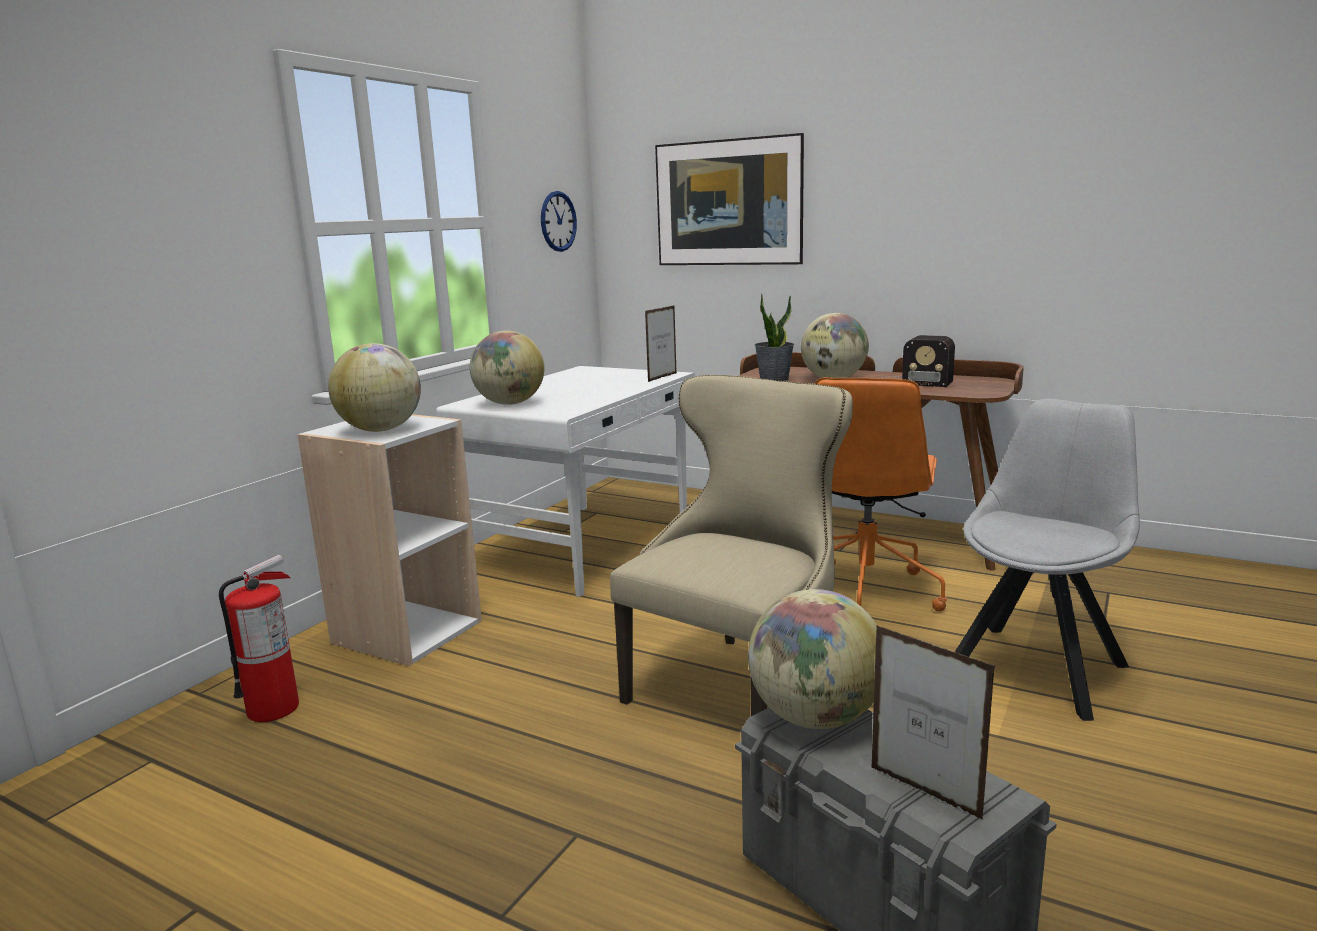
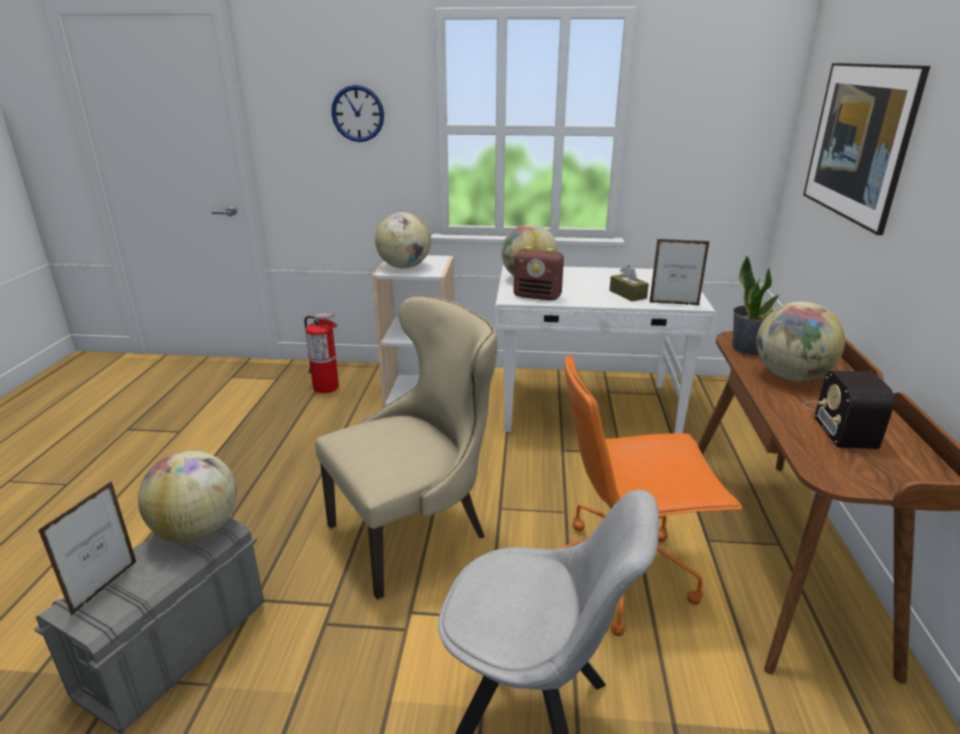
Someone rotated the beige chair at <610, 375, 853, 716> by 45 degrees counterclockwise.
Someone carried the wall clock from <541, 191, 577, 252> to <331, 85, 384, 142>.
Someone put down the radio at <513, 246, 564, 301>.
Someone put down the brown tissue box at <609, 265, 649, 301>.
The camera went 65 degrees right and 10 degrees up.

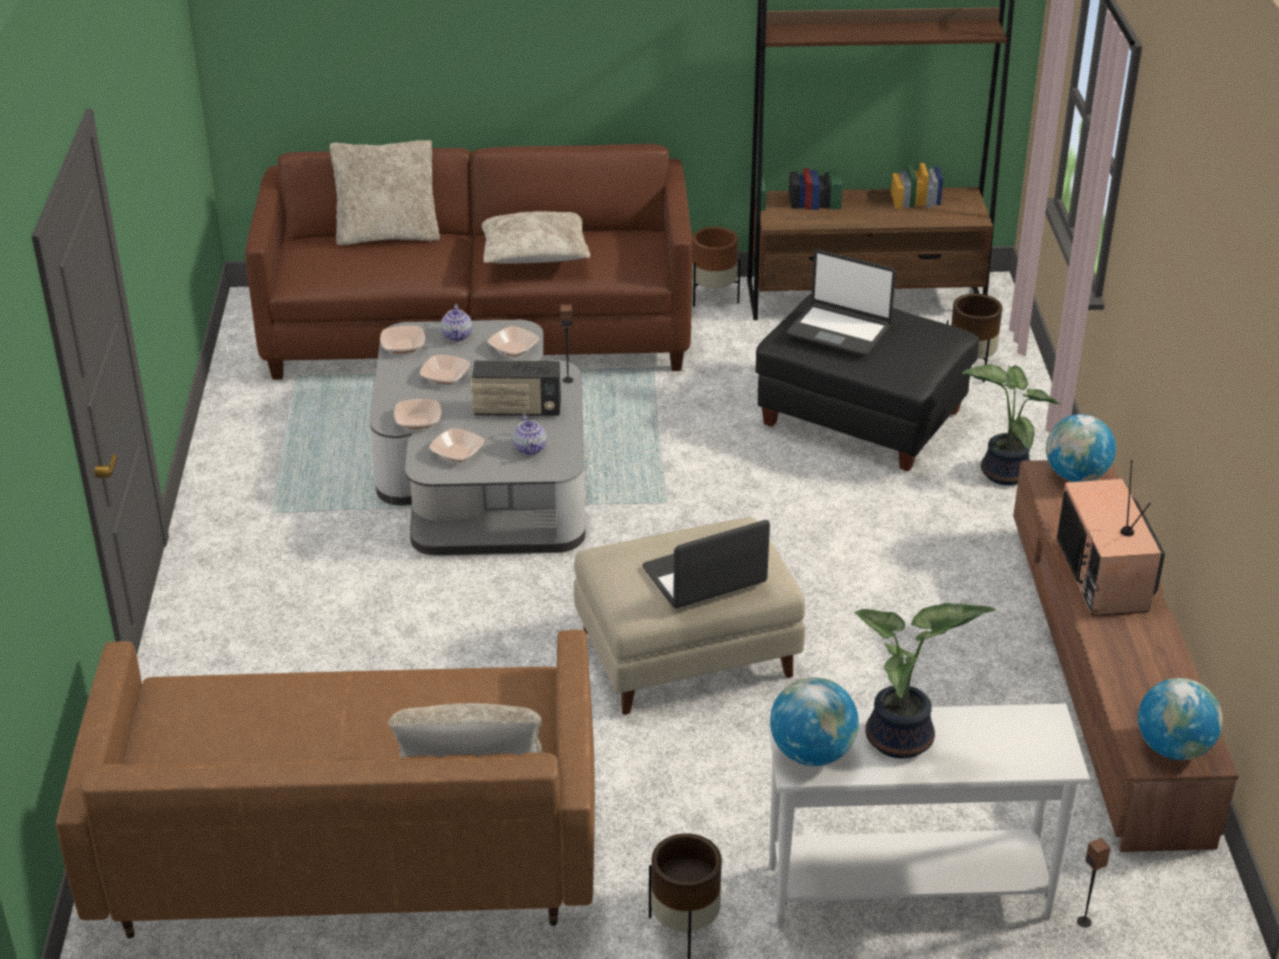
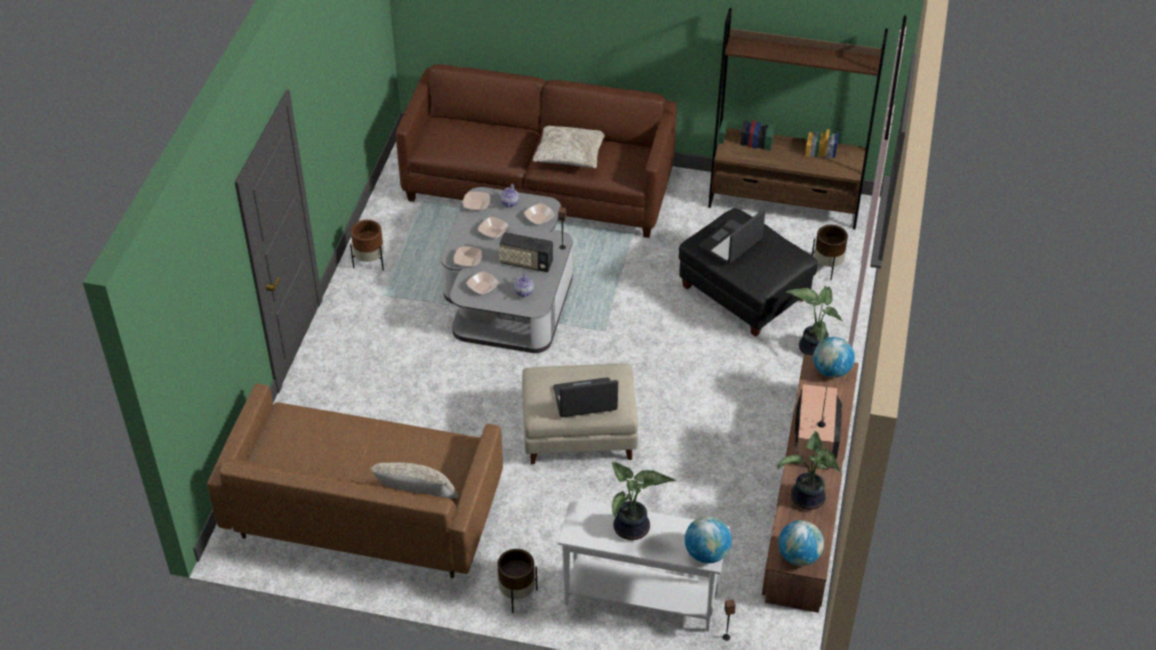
Someone carried the brown planter from <692, 227, 741, 307> to <350, 220, 384, 271>.
Someone carried the globe from <770, 677, 859, 766> to <685, 516, 732, 563>.
Someone rotated the laptop at <787, 250, 896, 356> by 90 degrees clockwise.
Someone put down the potted plant at <777, 431, 840, 510>.
Someone took away the beige pillow at <330, 140, 440, 245>.
The camera went 15 degrees right and 10 degrees up.

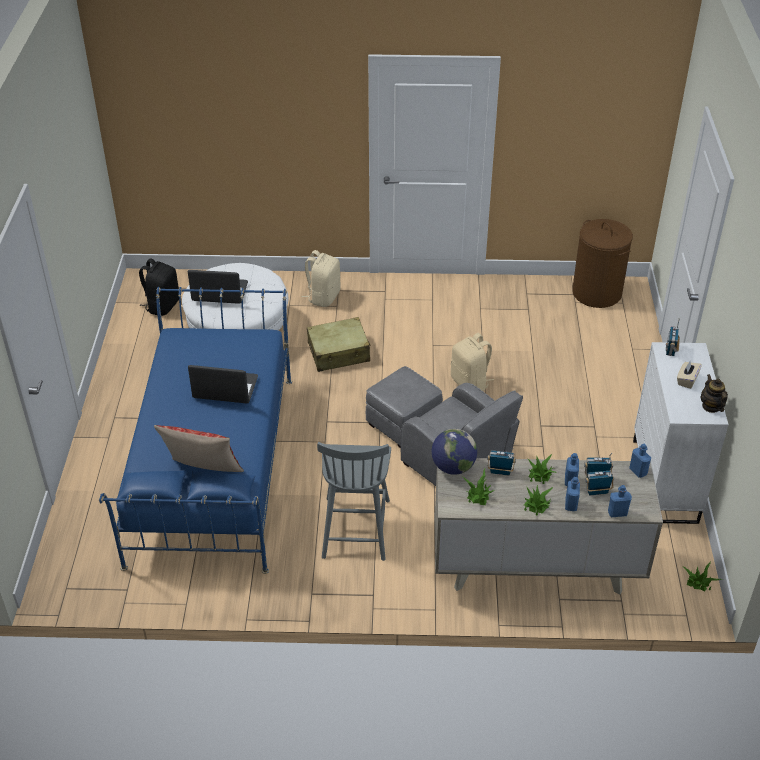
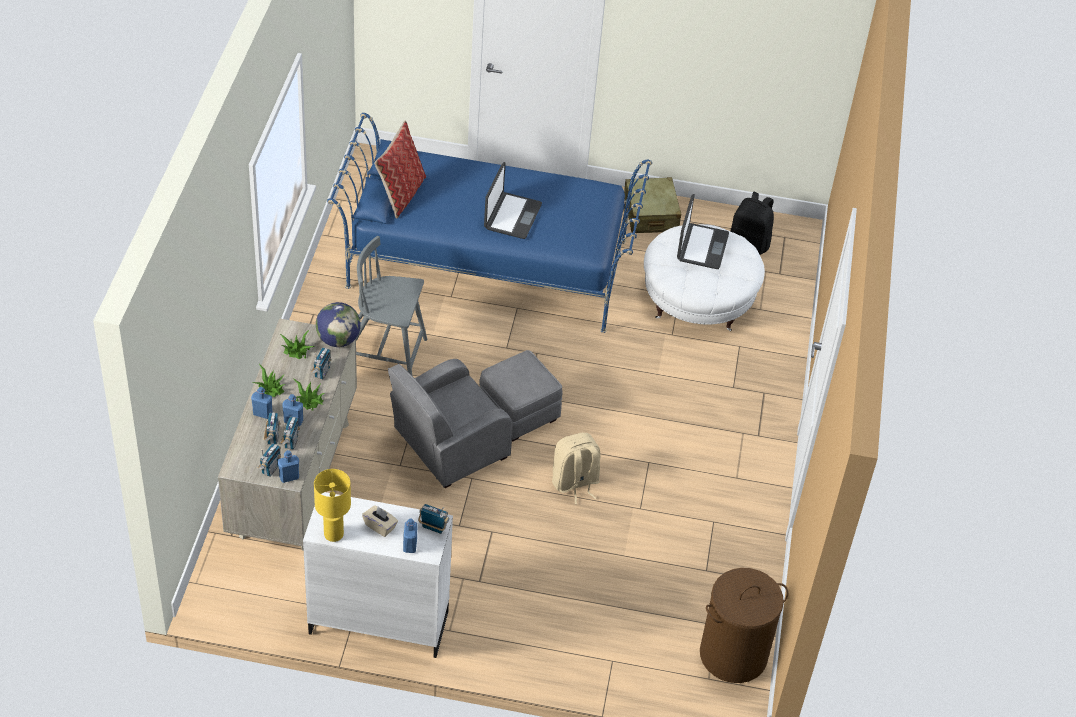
Someone put down the radio at <258, 443, 281, 477>.
Someone swapped the teapot at <700, 374, 728, 413> for the yellow table lamp at <314, 469, 351, 542>.
Someone carried the blue bottle from <608, 485, 632, 517> to <403, 518, 418, 553>.
Someone carried the beige suitcase from <307, 317, 371, 372> to <624, 177, 681, 233>.
Someone took away the beige backpack at <301, 250, 340, 307>.
Someone took away the potted plant at <682, 562, 723, 591>.
The camera went 95 degrees right and 5 degrees up.

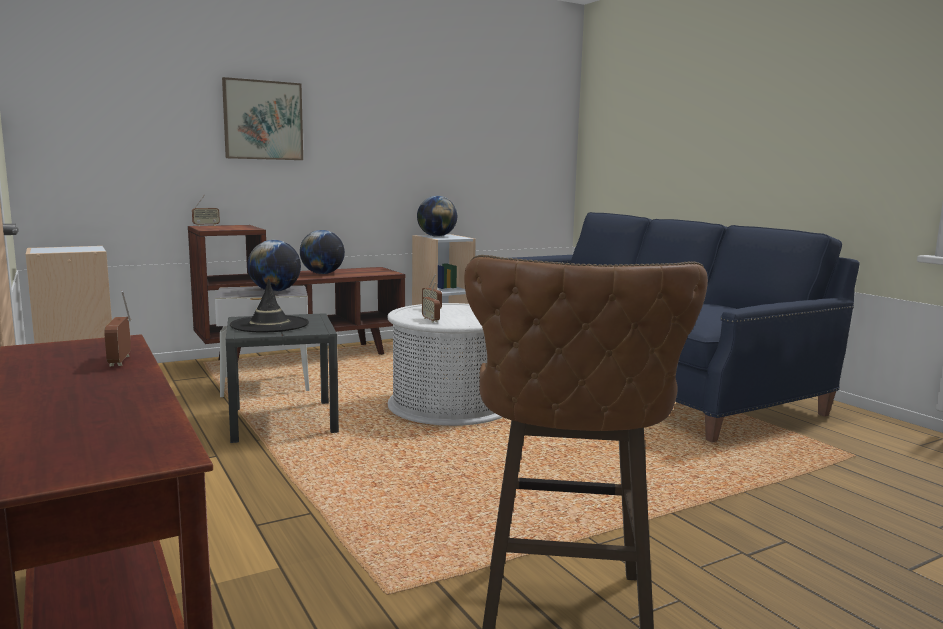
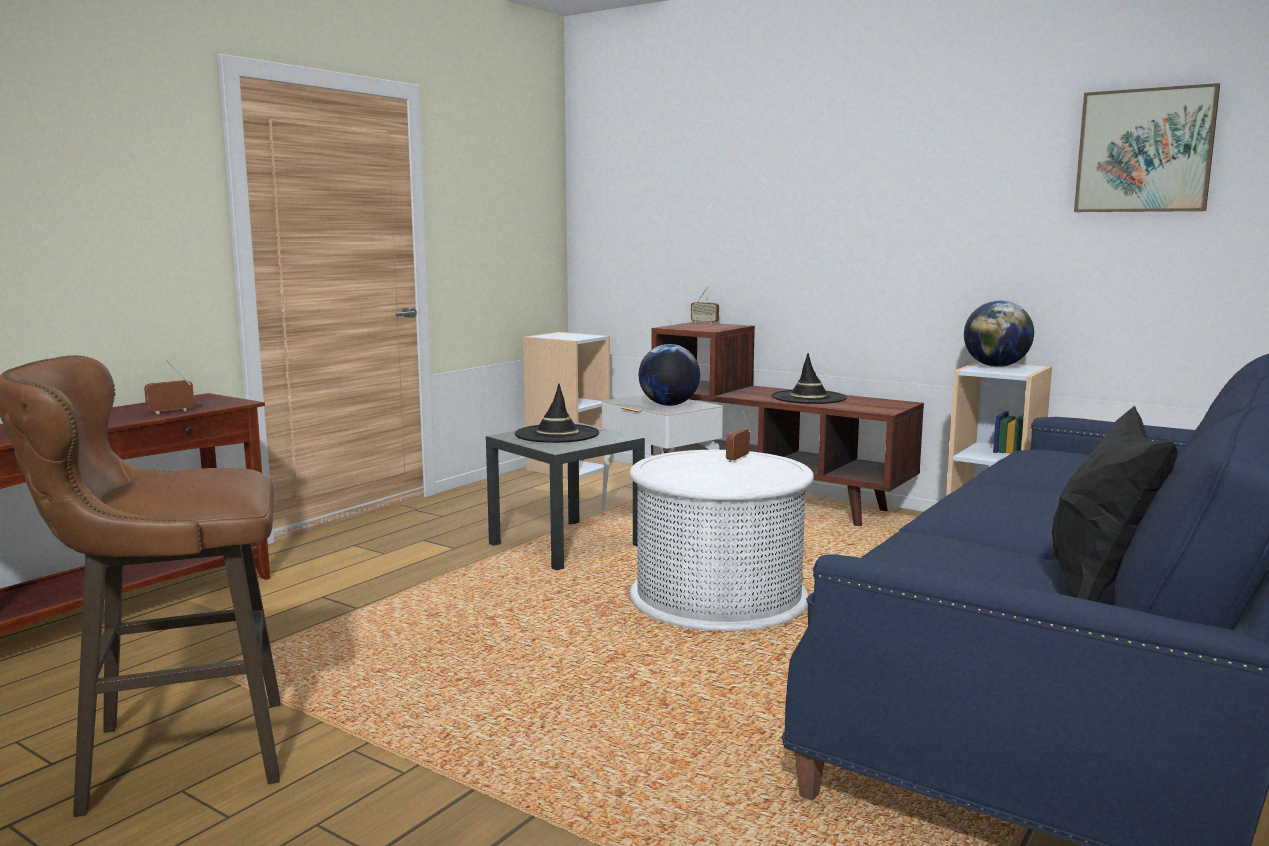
Someone swapped the globe at <300, 230, 345, 274> for the black hat at <771, 353, 847, 404>.
Someone put down the black pillow at <1052, 405, 1178, 602>.
Someone carried the picture from <222, 77, 303, 160> to <1074, 83, 1220, 212>.
Someone took away the radio at <422, 283, 440, 323>.
The camera went 65 degrees right and 0 degrees up.

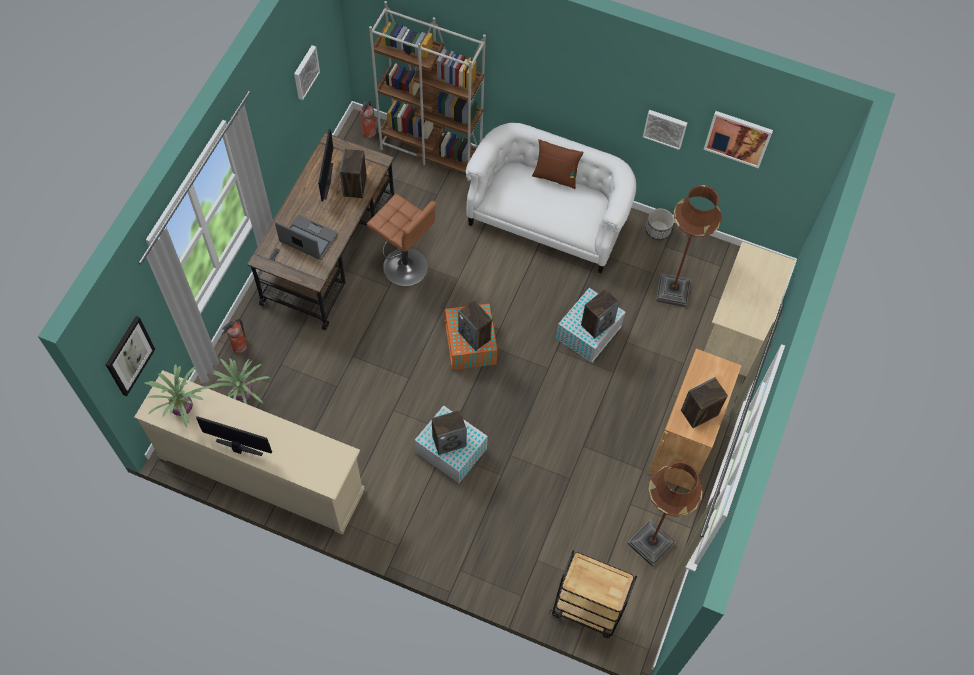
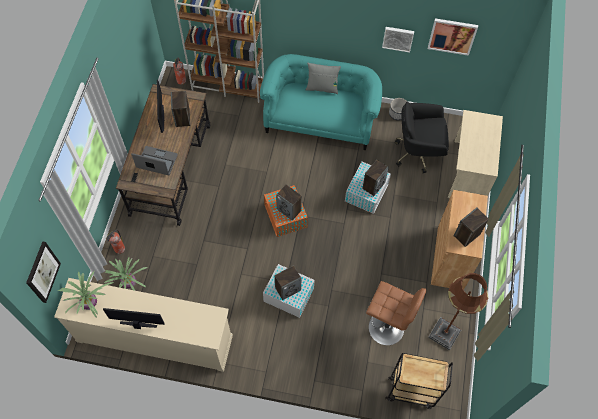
Someone repainted the white sofa at <466, 123, 636, 273>, which became the turquoise sofa at <260, 54, 382, 150>.
Someone repainted the brown pillow at <532, 139, 583, 189>, which became the grey pillow at <306, 63, 341, 94>.
Someone carried the brown stool from <367, 194, 437, 286> to <366, 281, 426, 345>.
Someone swapped the brown floor lamp at <656, 185, 722, 307> for the black office chair at <395, 101, 449, 173>.
Someone took away the picture at <294, 45, 320, 100>.
The camera went 10 degrees left and 0 degrees up.

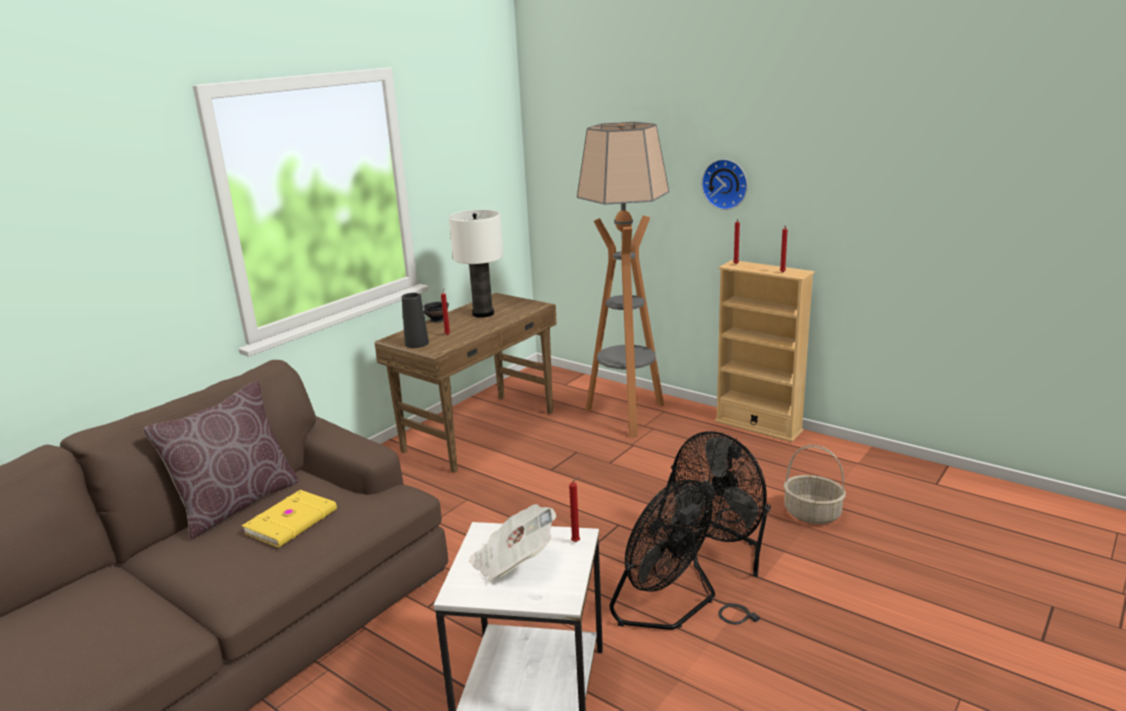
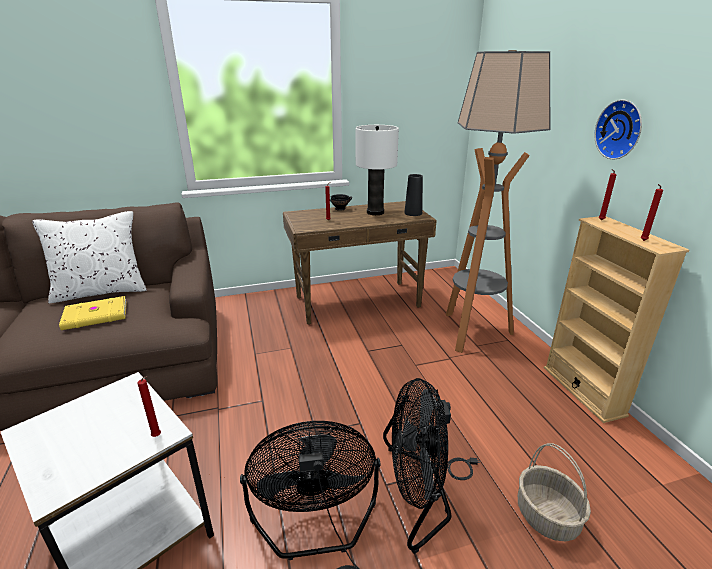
Someone repainted the brown pillow at <143, 381, 299, 540>, which became the white pillow at <32, 211, 147, 304>.
Someone carried the black vase from <402, 293, 429, 348> to <404, 174, 423, 216>.
Someone took away the newspaper at <469, 504, 557, 581>.
The camera went 35 degrees right and 5 degrees up.

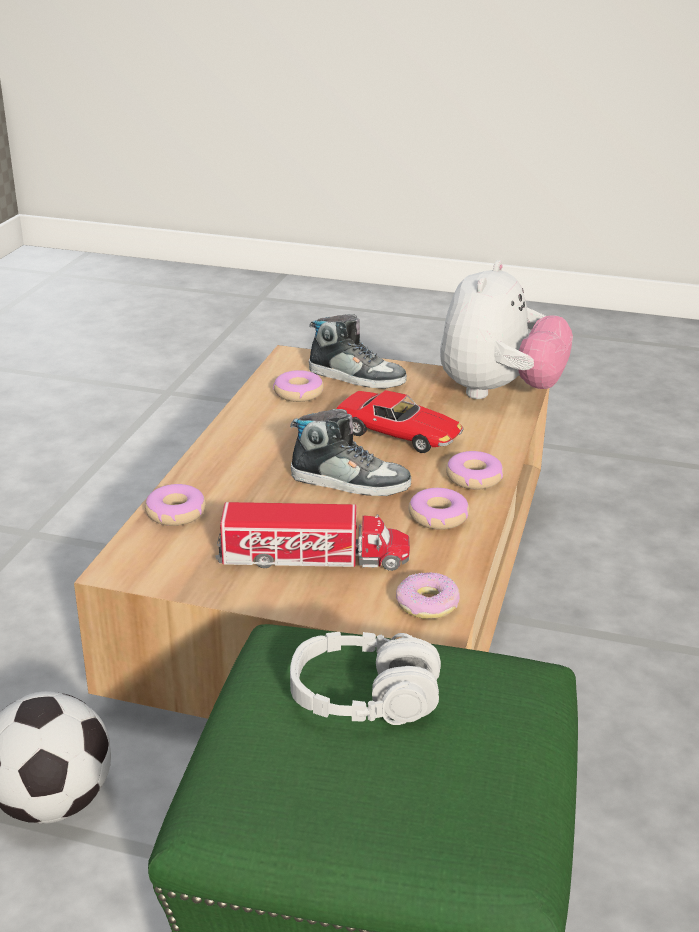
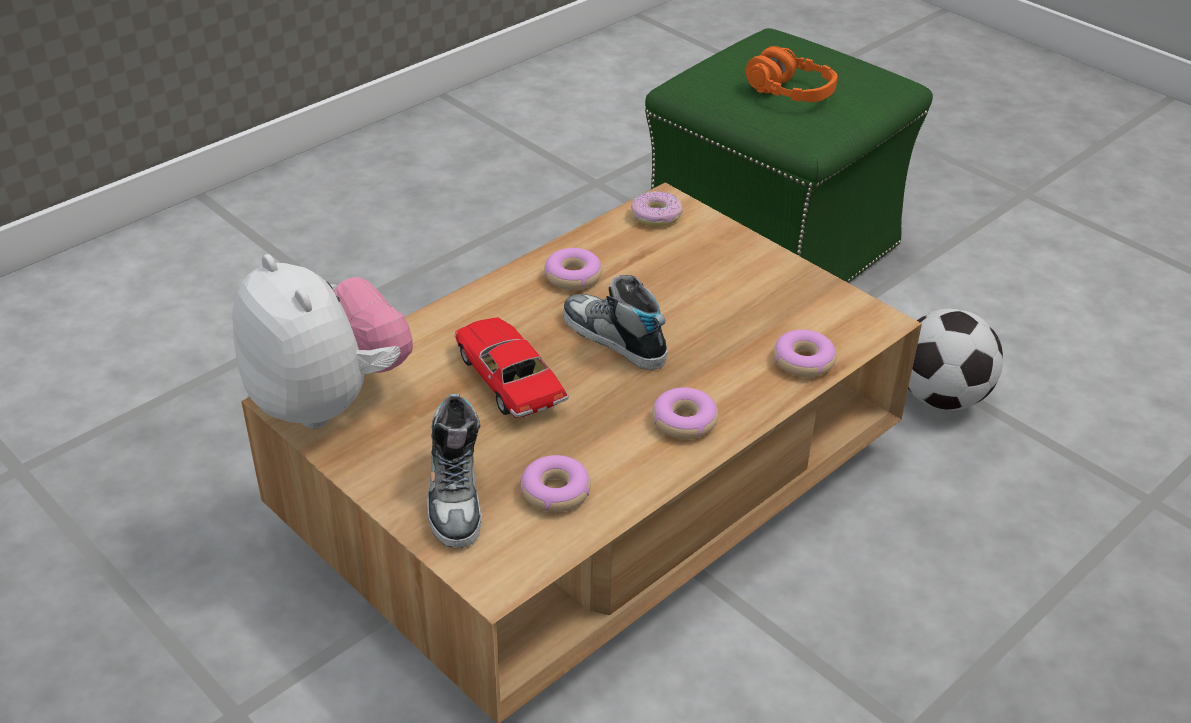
Someone rotated the plush toy at <440, 260, 573, 399> by 90 degrees clockwise.
Someone rotated the shoe at <309, 314, 407, 389> by 150 degrees counterclockwise.
Someone carried the donut from <446, 451, 504, 490> to <652, 387, 718, 439>.
Someone repainted the grey headphones at <290, 632, 441, 725>, which became the orange headphones at <745, 46, 837, 102>.
Someone took away the toy truck at <215, 502, 410, 571>.
The camera went 150 degrees left and 10 degrees up.

